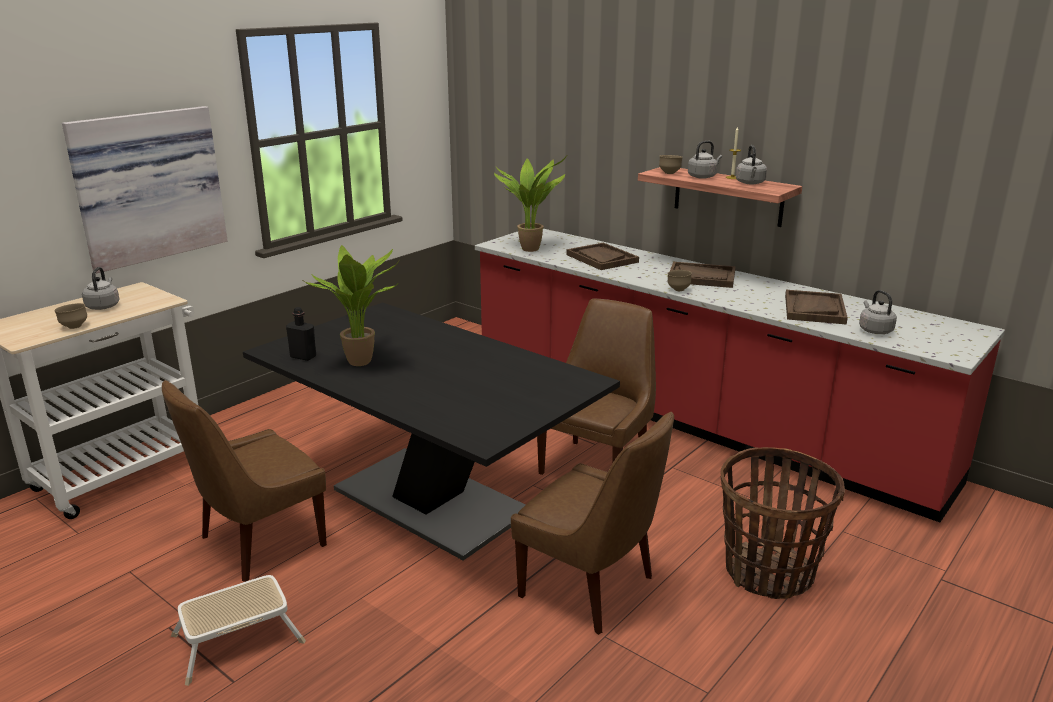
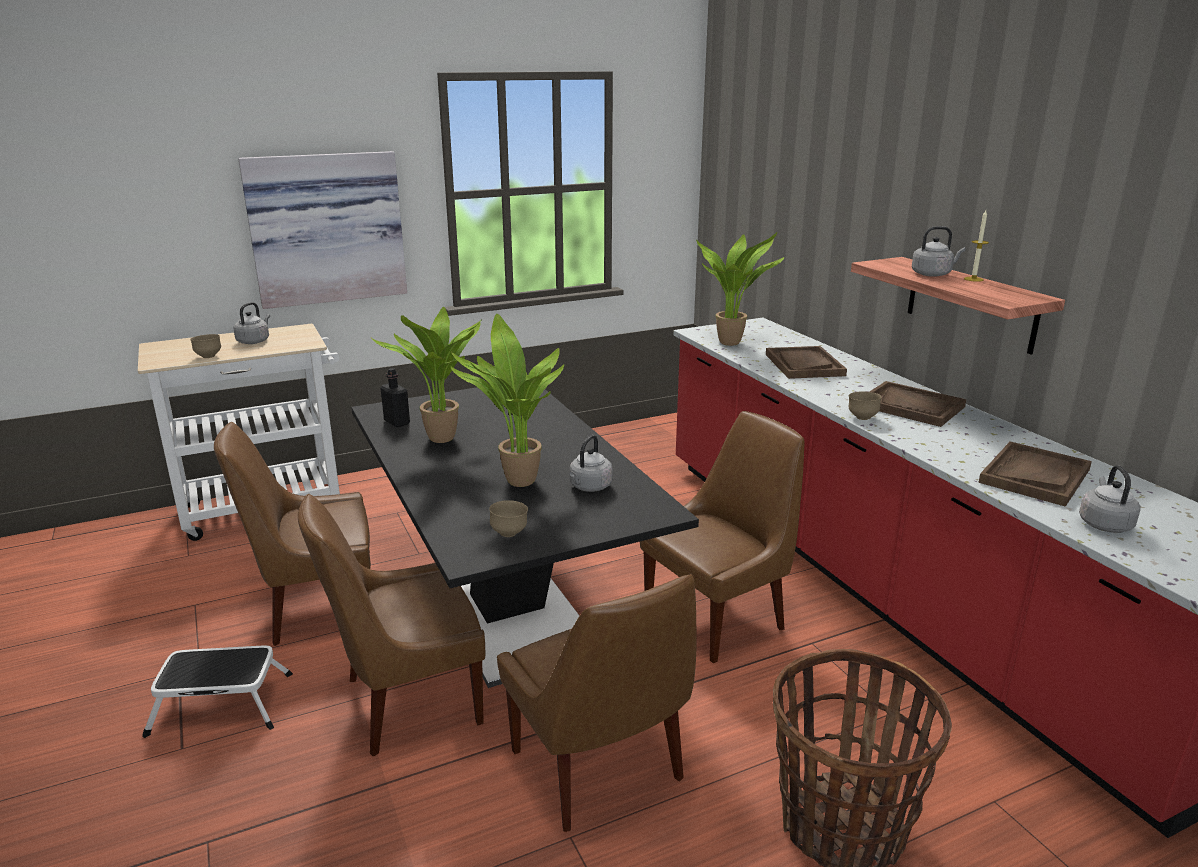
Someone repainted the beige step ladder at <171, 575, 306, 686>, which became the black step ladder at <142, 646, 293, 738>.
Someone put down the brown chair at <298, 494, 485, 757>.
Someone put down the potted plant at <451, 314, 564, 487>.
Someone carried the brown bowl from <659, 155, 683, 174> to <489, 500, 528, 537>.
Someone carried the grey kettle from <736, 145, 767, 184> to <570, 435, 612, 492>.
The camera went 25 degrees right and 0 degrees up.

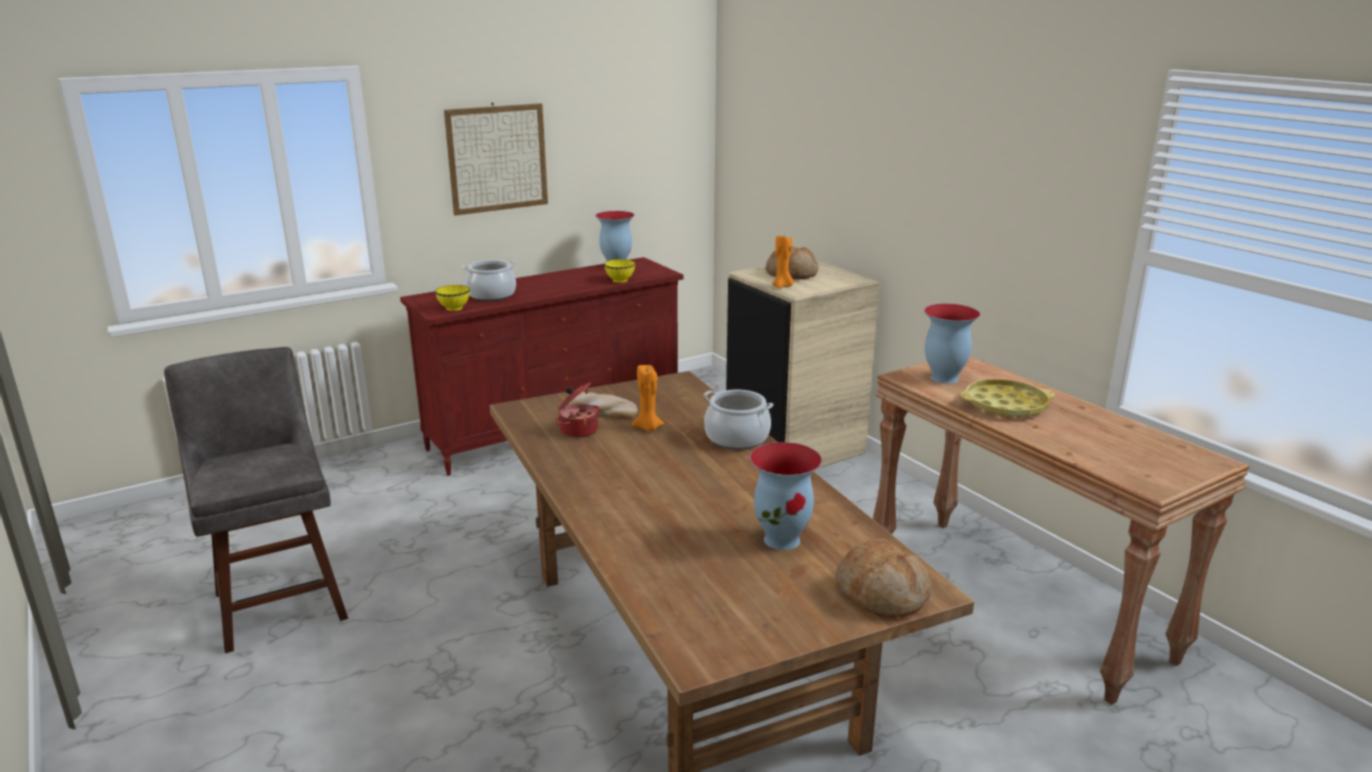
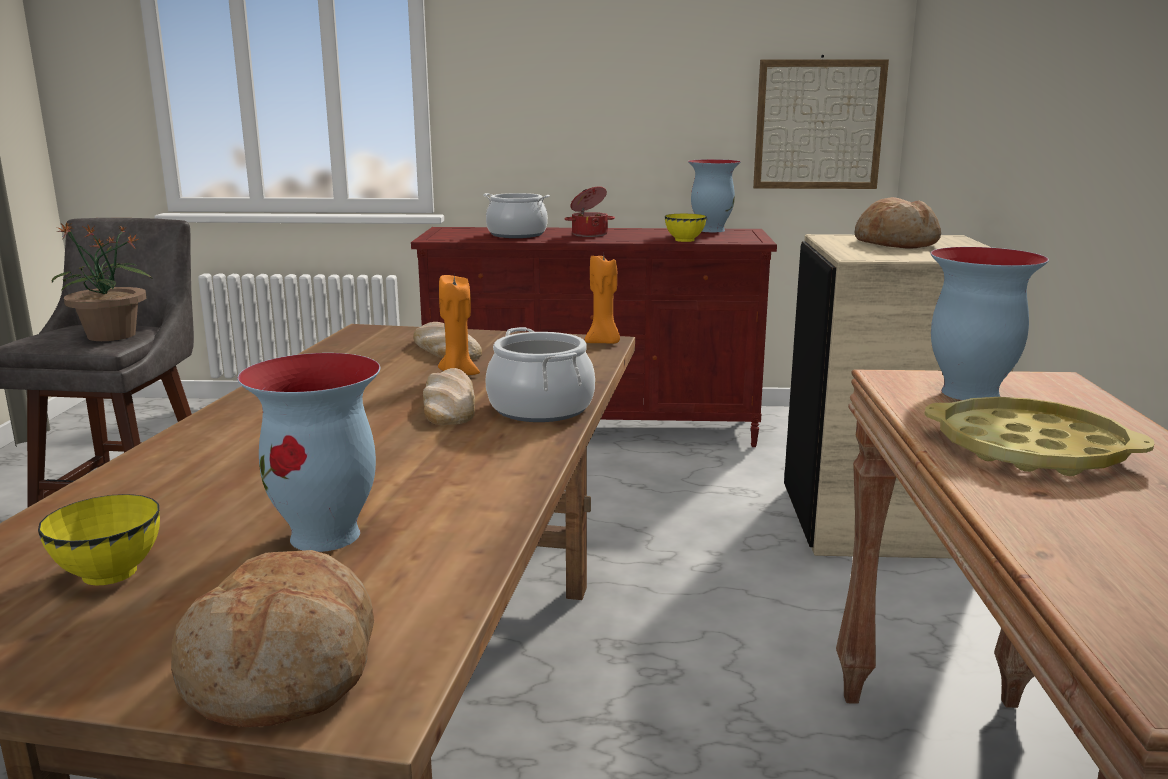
Someone carried the yellow bowl from <435, 285, 470, 311> to <38, 494, 160, 585>.
Someone put down the potted plant at <52, 223, 154, 341>.
Someone put down the bread at <423, 368, 475, 425>.
Someone carried the cooking pot from <555, 382, 600, 438> to <565, 186, 615, 237>.
Someone carried the orange candle from <773, 235, 793, 288> to <585, 256, 620, 344>.
Someone carried the picture from <444, 103, 548, 216> to <753, 55, 889, 189>.
The camera went 35 degrees right and 5 degrees down.

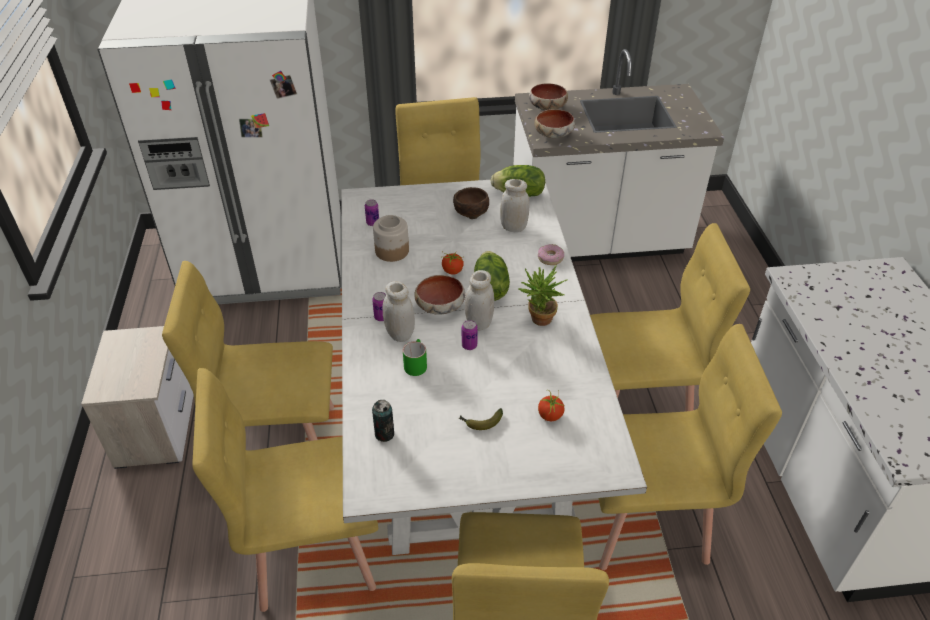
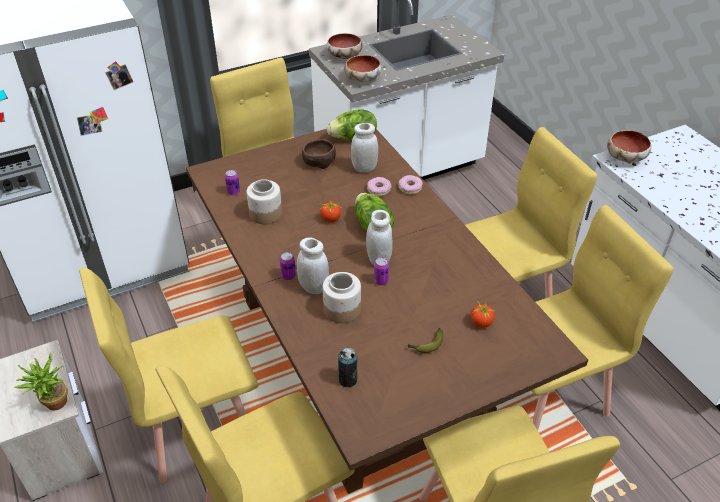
Someone carried the potted plant from <518, 265, 567, 326> to <14, 353, 68, 411>.
Someone repainted the white dining table at <341, 180, 647, 555>, which became the brown dining table at <186, 129, 588, 494>.
Someone swapped the green mug at <403, 339, 427, 376> for the jar at <323, 272, 361, 323>.
Someone put down the donut at <367, 177, 391, 196>.
Someone carried the bowl from <414, 275, 465, 315> to <607, 130, 651, 162>.
The camera went 20 degrees left and 0 degrees up.

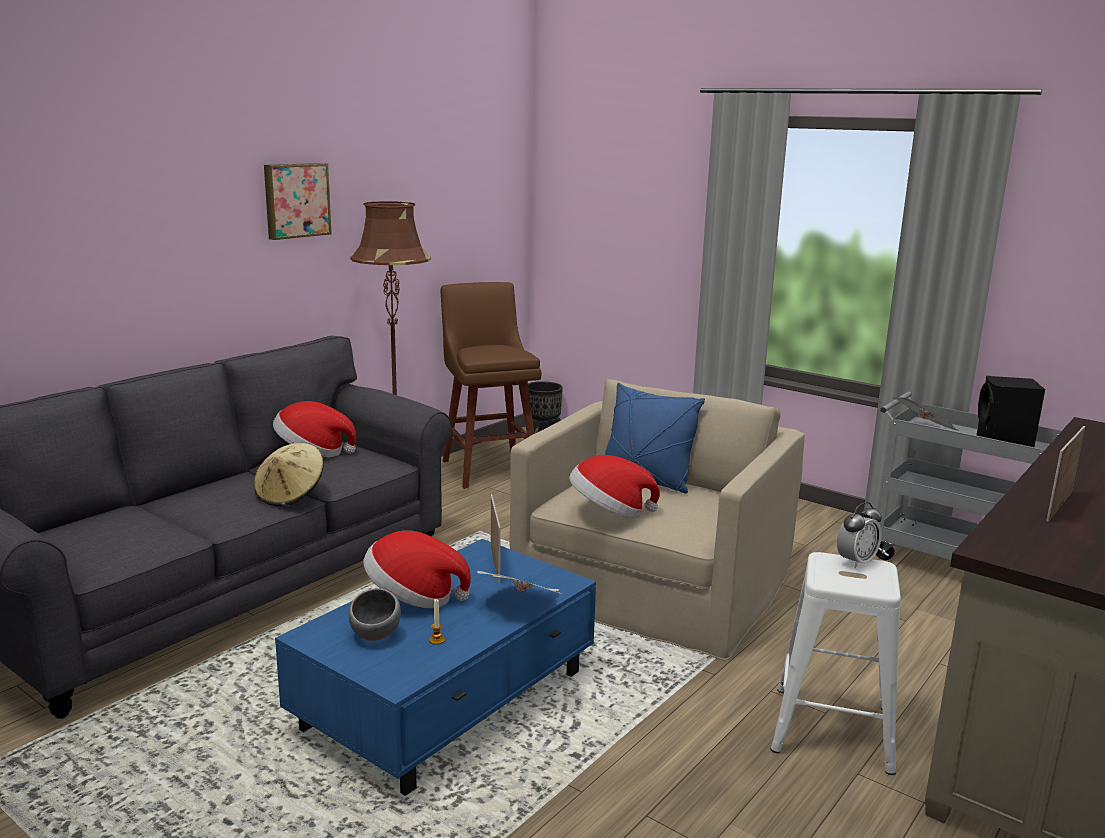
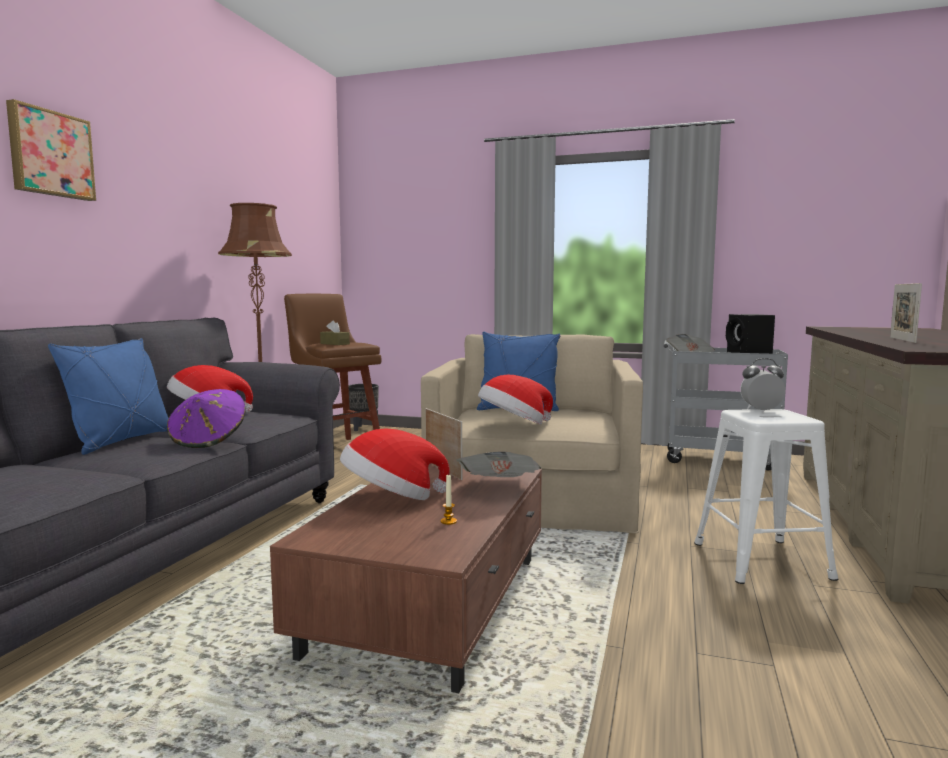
Someone carried the picture from <264, 163, 332, 240> to <6, 99, 96, 201>.
Someone put down the blue pillow at <48, 338, 168, 455>.
Someone repainted the beige hat at <254, 443, 324, 507>, which became the purple hat at <167, 389, 246, 448>.
Someone repainted the blue coffee table at <275, 539, 596, 796>, which became the brown coffee table at <270, 464, 542, 693>.
Someone put down the brown tissue box at <320, 321, 350, 345>.
Someone rotated the alarm clock at <837, 502, 882, 568> by 120 degrees counterclockwise.
Someone took away the grey bowl at <348, 588, 401, 641>.
The camera went 20 degrees left and 10 degrees down.

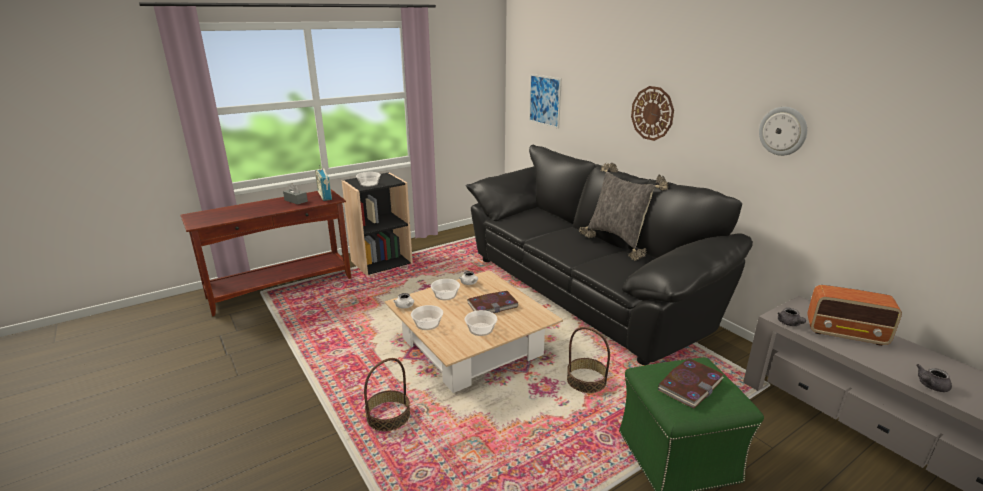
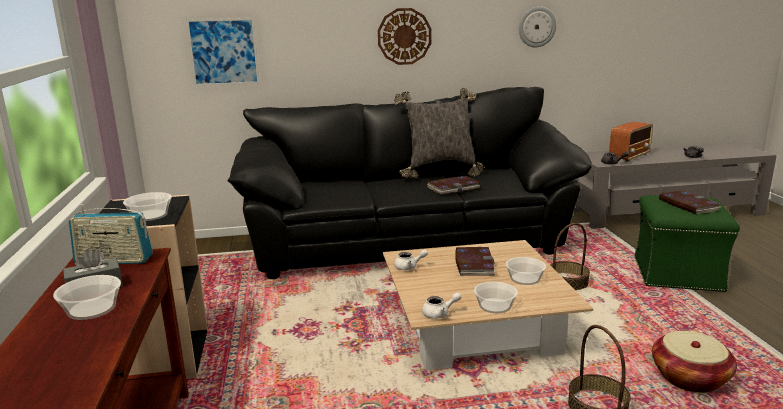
Someone carried the bowl from <431, 279, 460, 300> to <53, 275, 121, 320>.
Someone put down the book at <427, 176, 480, 194>.
Someone put down the basket at <652, 331, 737, 393>.
The camera went 65 degrees left and 5 degrees down.

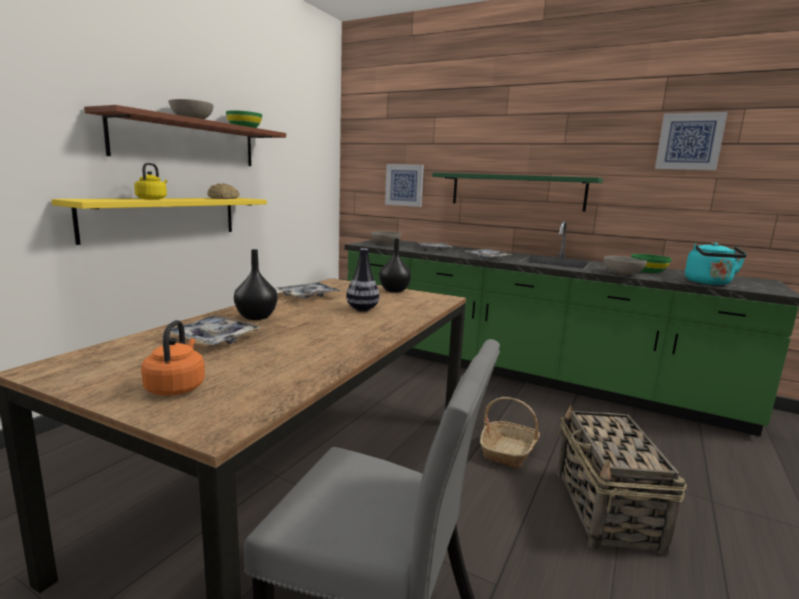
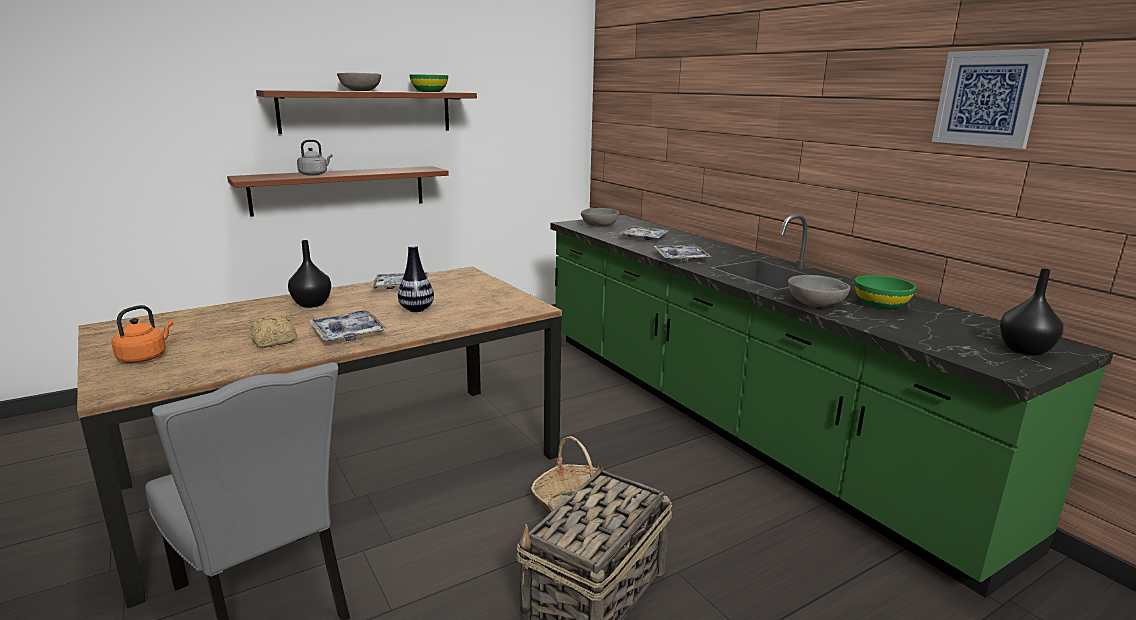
Someone repainted the yellow shelf at <51, 198, 267, 245>, which became the brown shelf at <227, 166, 449, 217>.
Someone carried the bread from <207, 183, 239, 199> to <250, 316, 298, 348>.
Someone repainted the yellow kettle at <134, 163, 167, 200>, which became the grey kettle at <297, 140, 332, 176>.
Someone carried the tray from <170, 316, 263, 345> to <309, 310, 388, 341>.
Someone carried the black vase from <379, 238, 411, 292> to <1000, 268, 1064, 356>.
Someone took away the picture at <385, 164, 424, 207>.
Someone took away the green shelf at <432, 172, 603, 212>.
Someone took away the turquoise kettle at <685, 242, 747, 285>.
The camera went 30 degrees right and 5 degrees up.

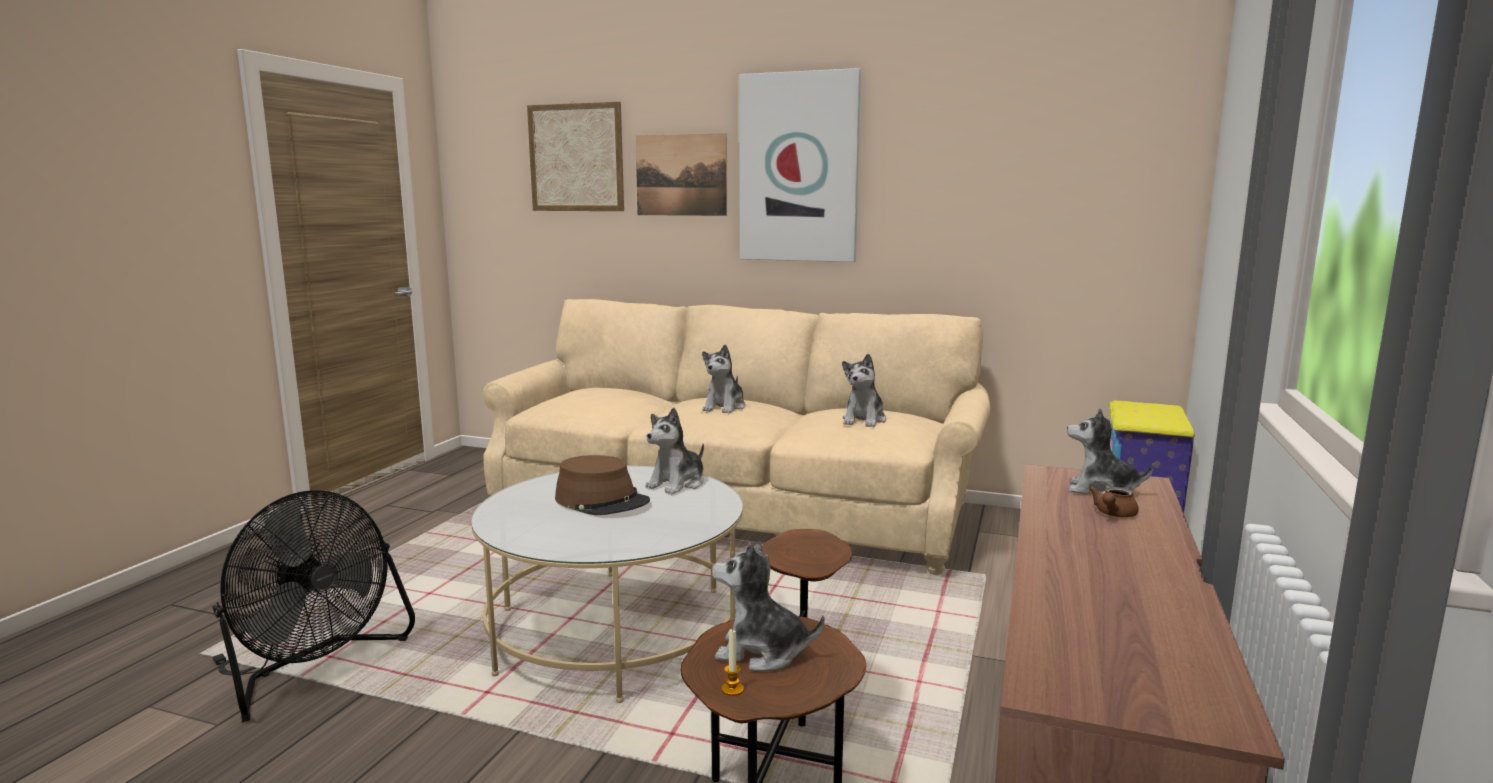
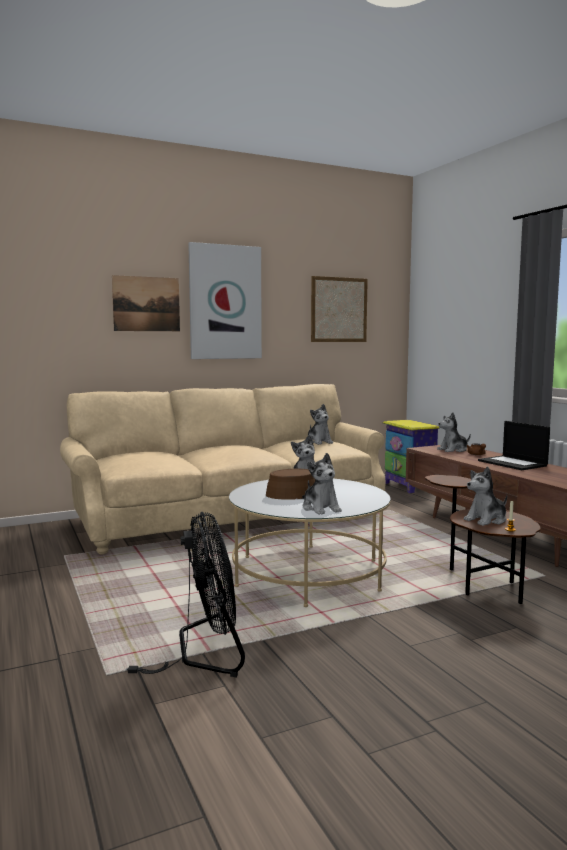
Someone carried the plush toy from <702, 344, 746, 414> to <303, 453, 342, 515>.
Someone carried the picture from <527, 101, 624, 211> to <311, 276, 368, 342>.
Someone put down the laptop at <478, 421, 550, 470>.
The camera went 45 degrees left and 5 degrees down.

